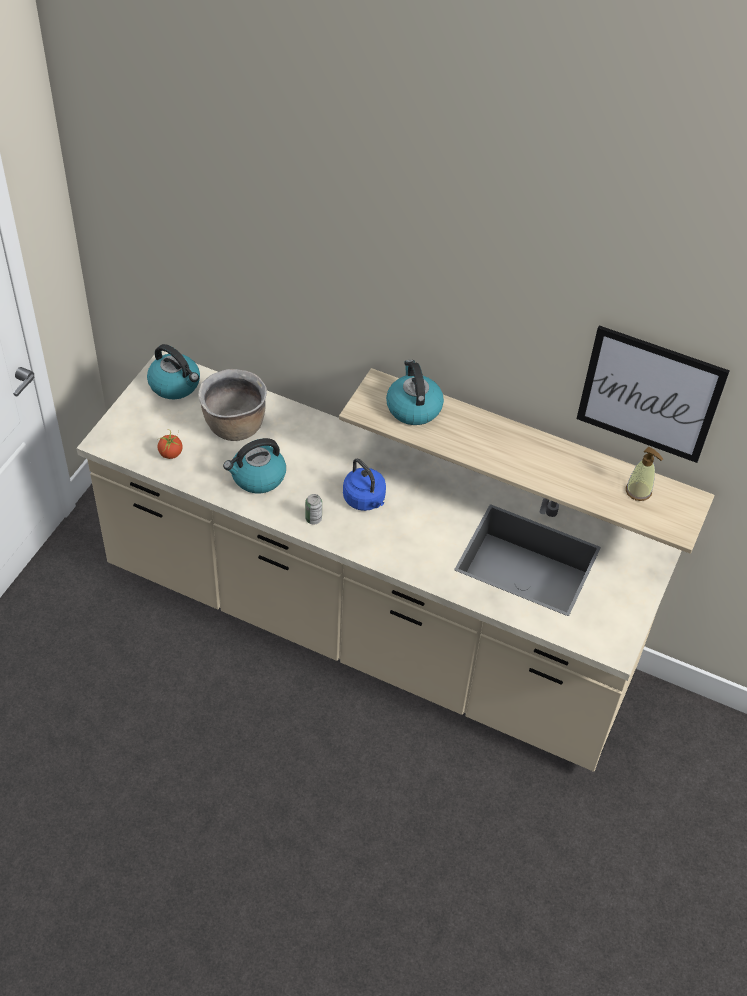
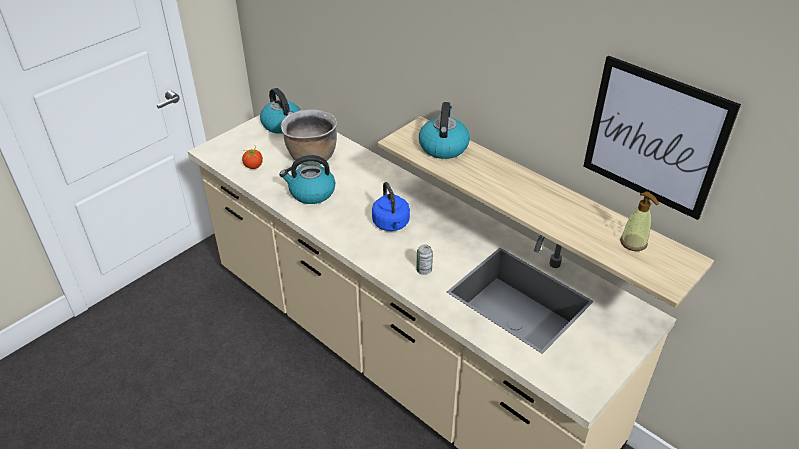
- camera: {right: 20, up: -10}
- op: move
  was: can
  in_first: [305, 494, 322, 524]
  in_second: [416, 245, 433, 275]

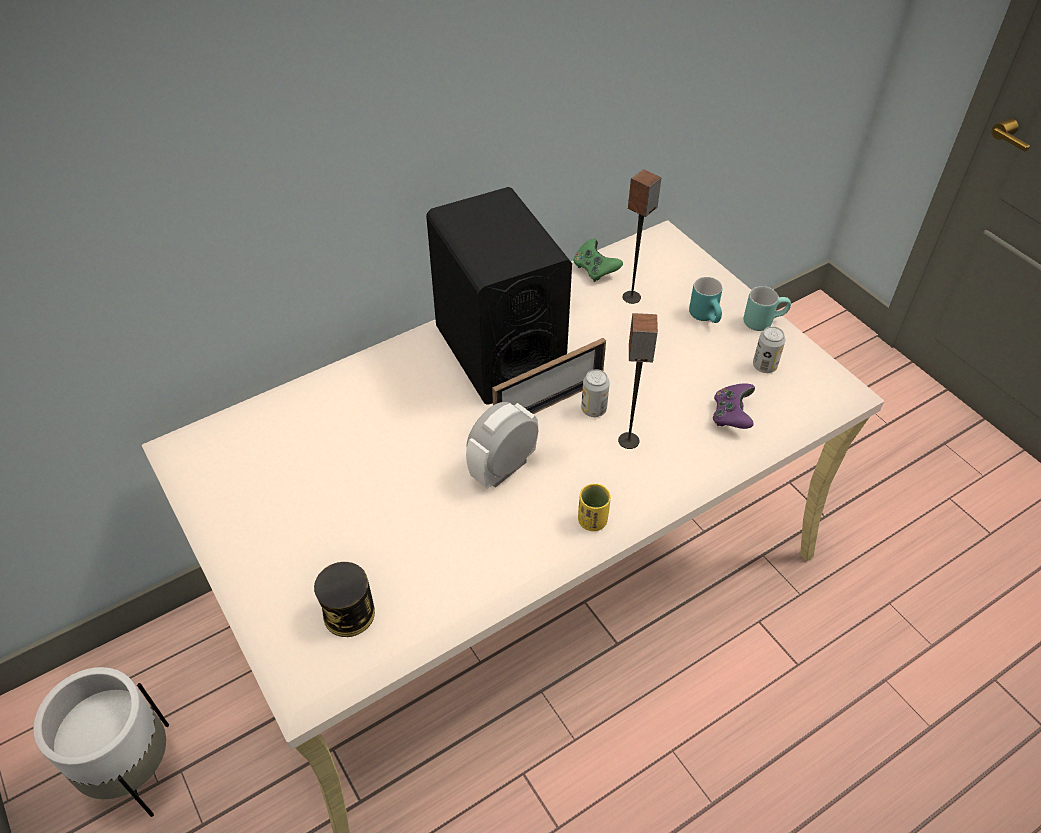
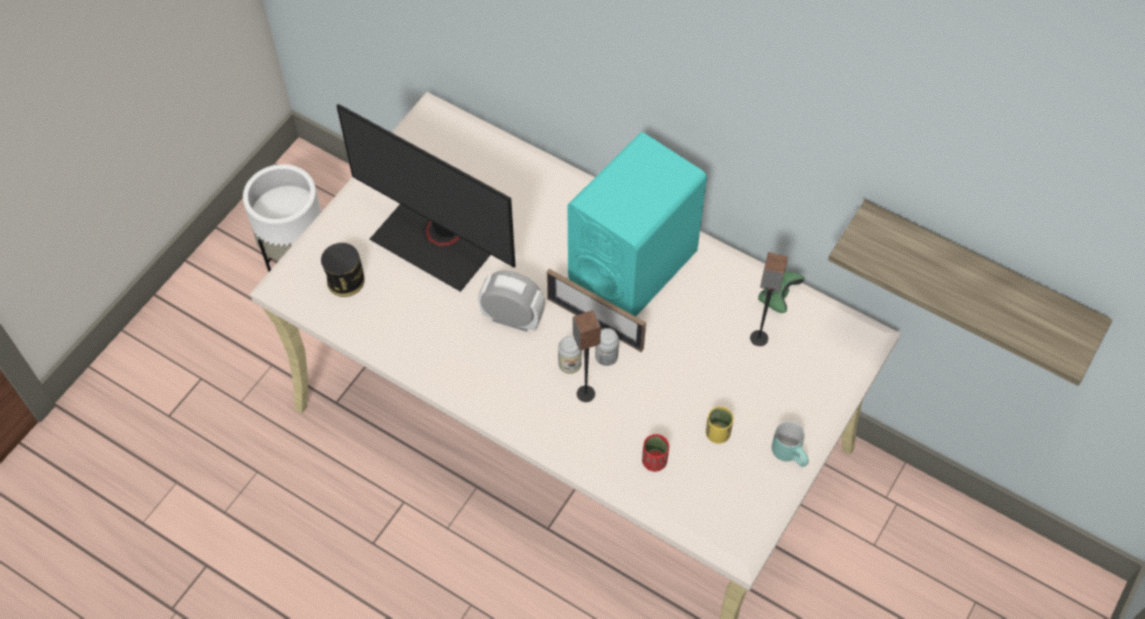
- camera: {right: 65, up: 10}
- op: recolor
  was: black-coloured speaker
  now: turquoise speaker
  in_first: [426, 187, 572, 404]
  in_second: [567, 132, 707, 317]
- op: move
  was: yellow small cup
  in_first: [578, 484, 611, 531]
  in_second: [706, 406, 734, 444]
- op: delete
  was: turquoise mug
  in_first: [689, 277, 722, 323]
- op: replace
  was: purple-coloured gamepad
  now: reddish small cup
  in_first: [713, 383, 755, 429]
  in_second: [642, 434, 669, 472]
- op: move
  was: can
  in_first: [753, 326, 785, 373]
  in_second: [558, 336, 582, 374]
- op: insert
  now: computer screen
  in_second: [336, 104, 516, 292]
- op: insert
  now: wall shelf
  in_second: [828, 200, 1112, 386]

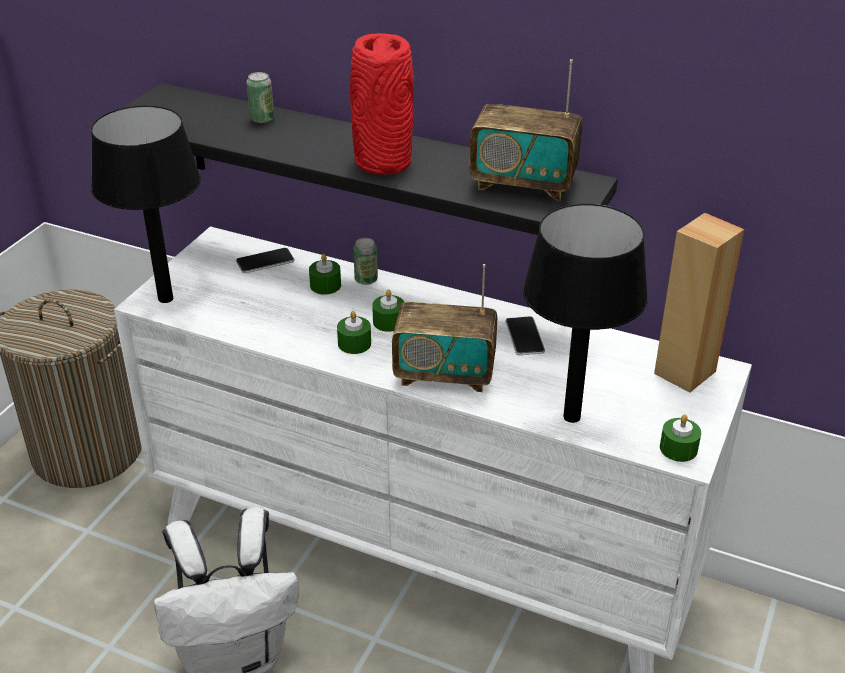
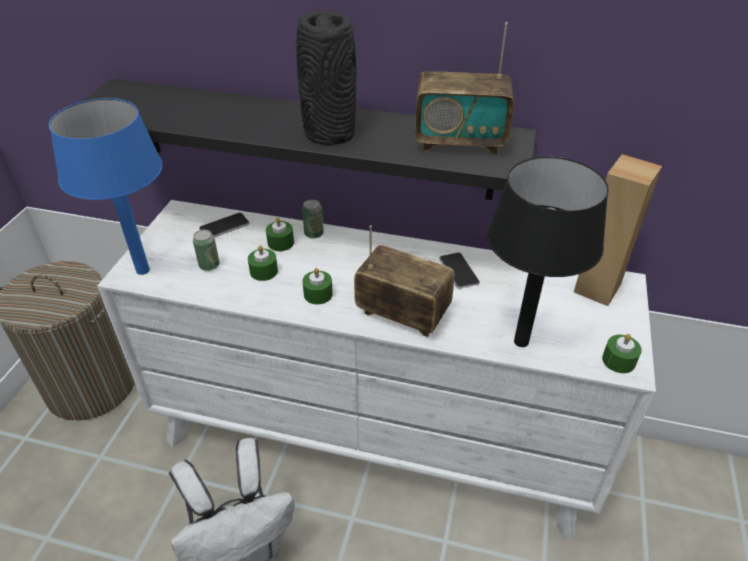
- camera: {right: -10, up: 5}
- op: recolor
  was: black-coloured table lamp
  now: bluish table lamp
  in_first: [91, 105, 201, 303]
  in_second: [49, 98, 163, 275]
- op: move
  was: can
  in_first: [247, 72, 274, 123]
  in_second: [193, 230, 220, 271]
- op: recolor
  was: reddish vase
  now: black-coloured vase
  in_first: [350, 33, 414, 175]
  in_second: [296, 11, 356, 145]
- op: move
  was: green-coloured wax light
  in_first: [372, 289, 404, 332]
  in_second: [248, 245, 278, 281]
- op: rotate
  was: radio receiver
  in_first: [392, 264, 497, 392]
  in_second: [354, 225, 455, 337]
  clockwise: -150

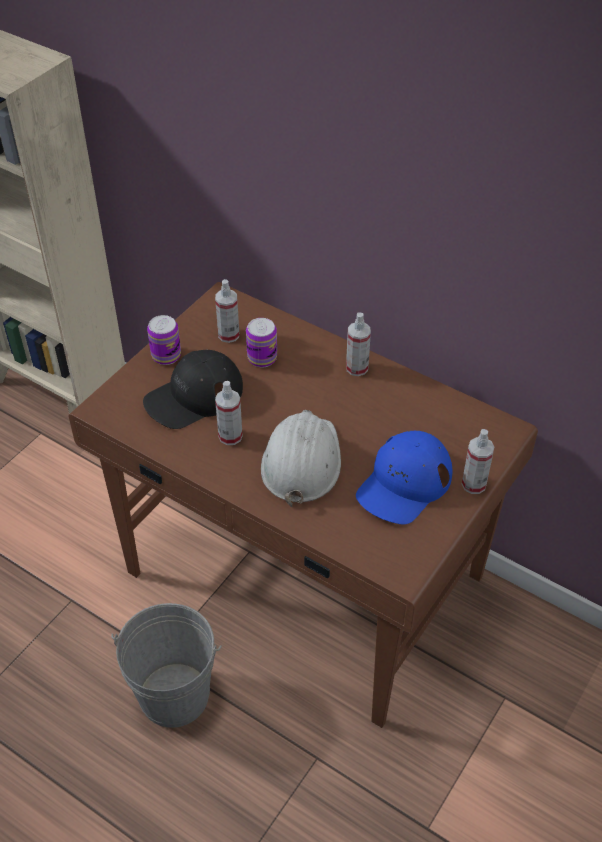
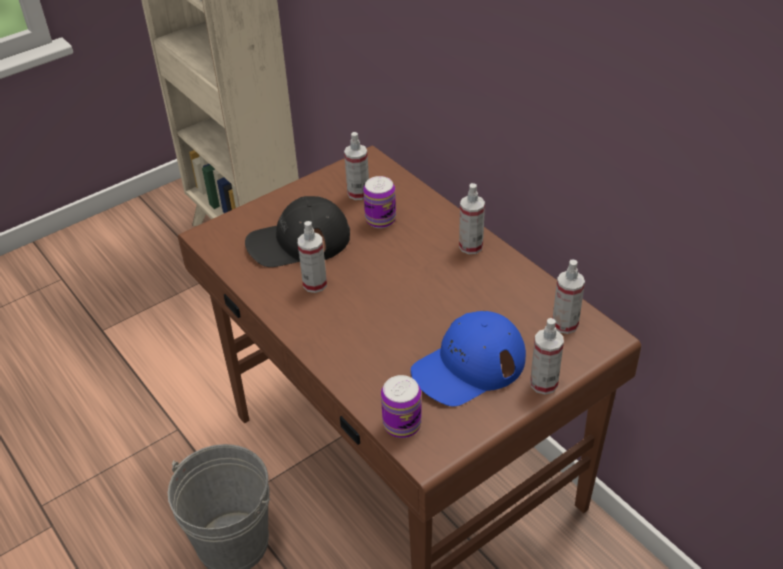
- camera: {right: 20, up: -5}
- op: move
  was: can
  in_first: [147, 315, 181, 365]
  in_second: [381, 375, 422, 438]
- op: delete
  was: white-coloured hard hat
  in_first: [261, 410, 341, 507]
- op: insert
  now: spray bottle
  in_second: [553, 260, 585, 334]

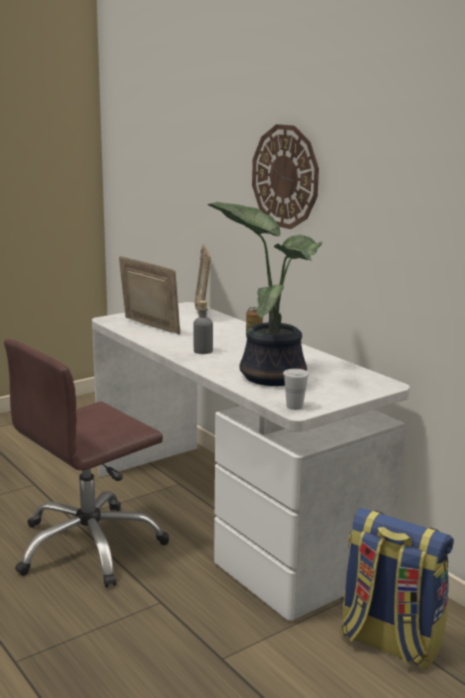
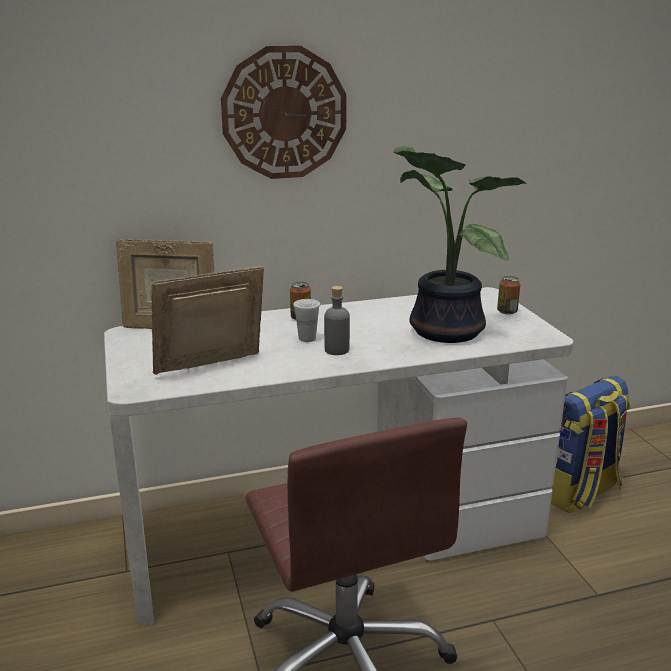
- camera: {right: -70, up: 5}
- op: move
  was: white-coloured small cup
  in_first: [283, 369, 309, 410]
  in_second: [293, 299, 320, 342]
- op: insert
  now: can
  in_second: [497, 276, 520, 315]

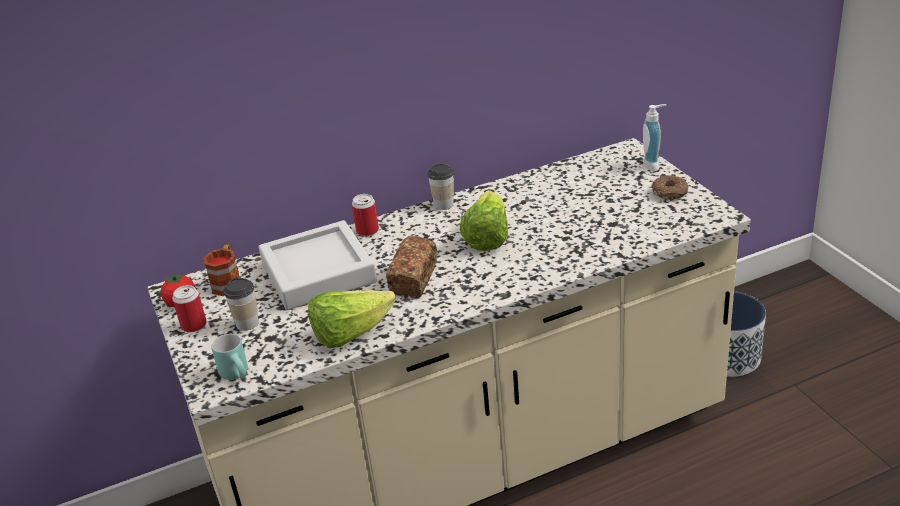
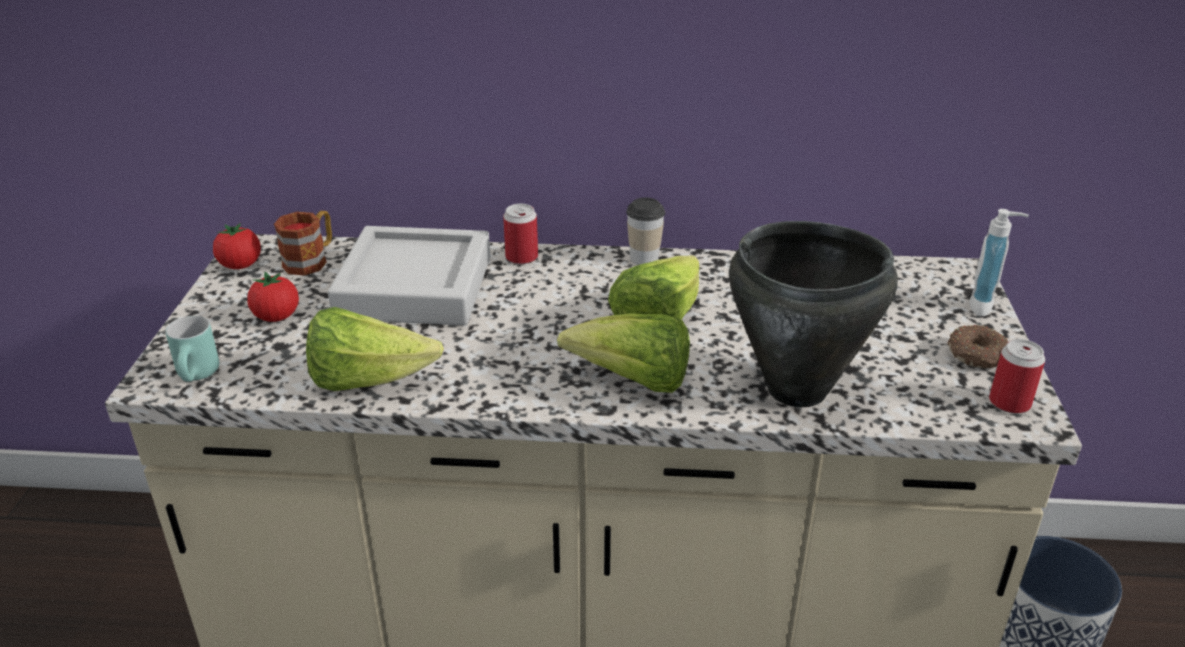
- camera: {right: 25, up: 0}
- op: move
  was: can
  in_first: [172, 285, 207, 332]
  in_second: [989, 339, 1045, 414]
- op: replace
  was: small cup
  now: fresh tomato
  in_first: [224, 278, 259, 331]
  in_second: [247, 272, 299, 322]
- op: delete
  was: baked bread
  in_first: [386, 236, 437, 297]
- op: insert
  now: lettuce head
  in_second: [557, 314, 690, 393]
- op: insert
  now: black-coloured saucepot
  in_second: [729, 221, 898, 407]

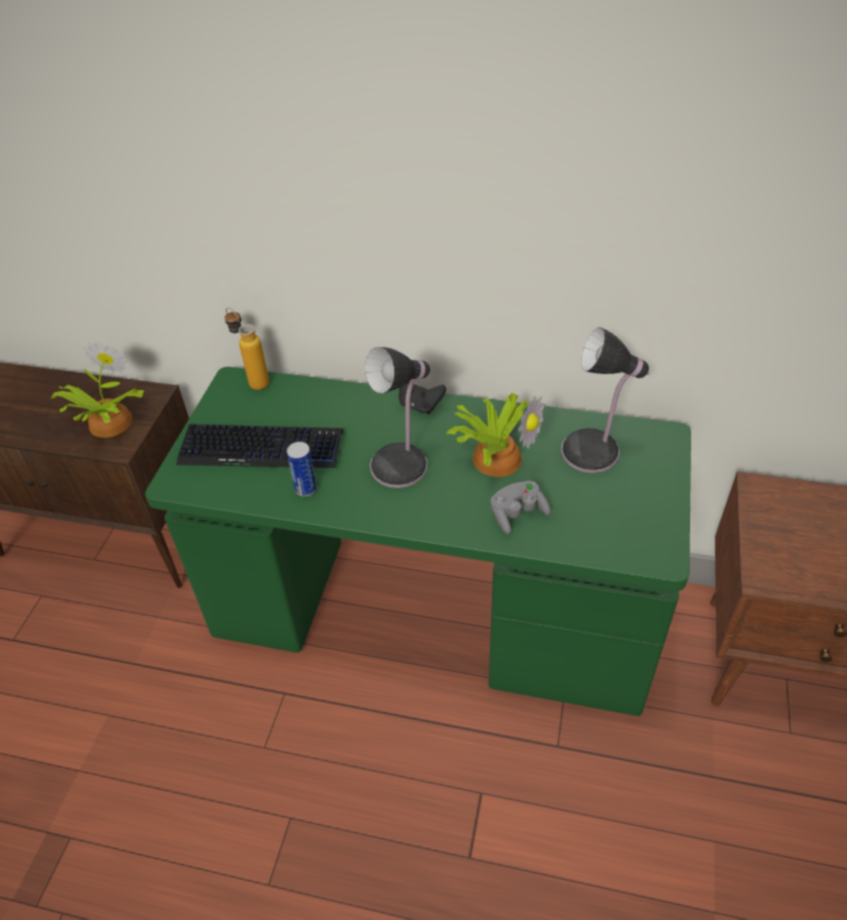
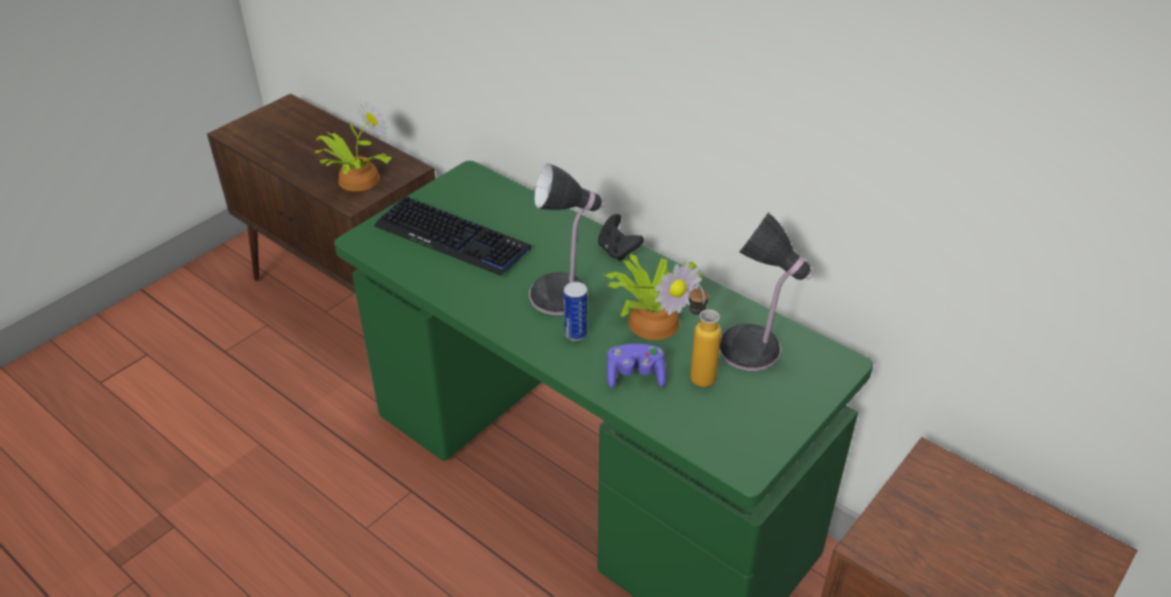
- camera: {right: 25, up: -5}
- op: move
  was: drink bottle
  in_first: [225, 307, 269, 390]
  in_second: [689, 283, 721, 387]
- op: move
  was: can
  in_first: [287, 442, 317, 497]
  in_second: [564, 282, 587, 342]
- op: recolor
  was: gray gamepad
  now: purple-coloured gamepad
  in_first: [490, 481, 551, 534]
  in_second: [607, 344, 666, 388]

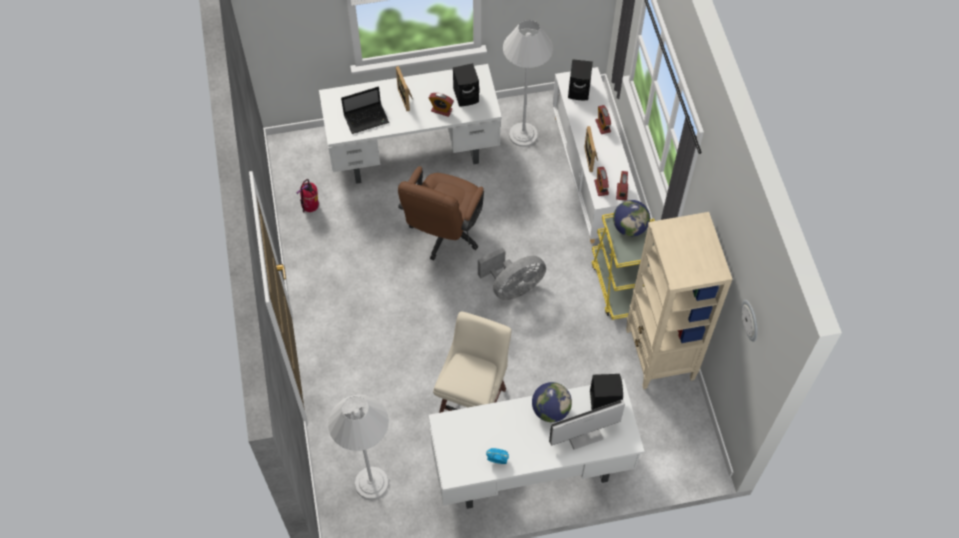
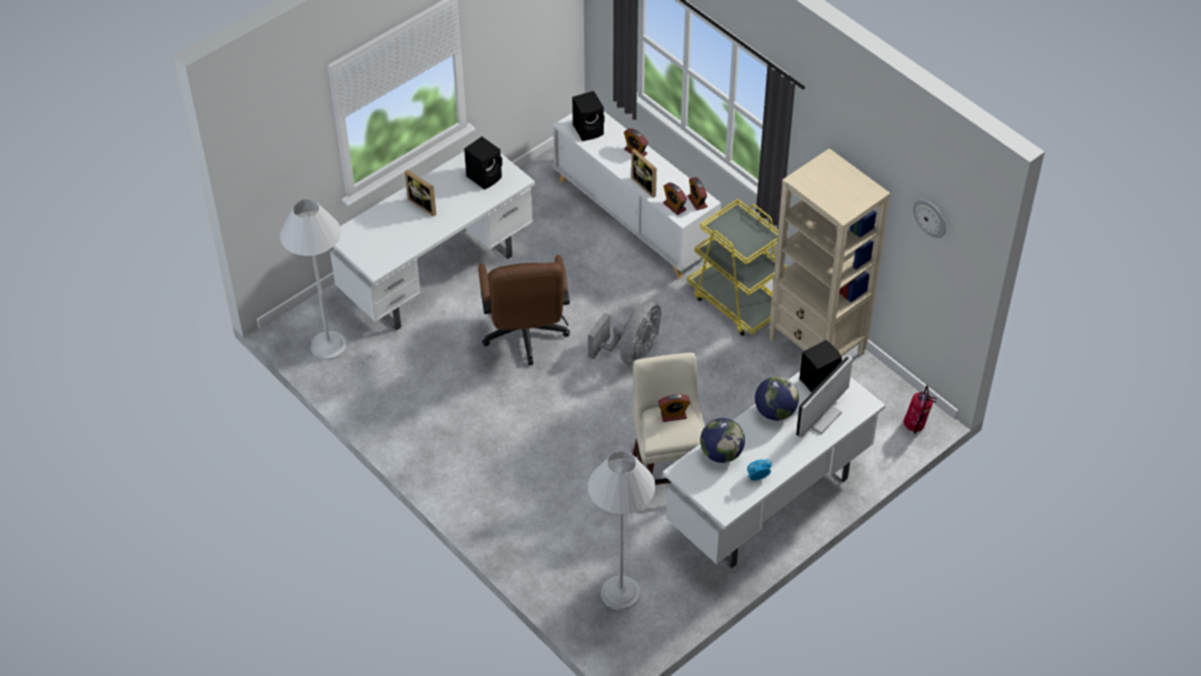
- camera: {right: -30, up: -10}
- op: move
  was: fire-fighting cylinder
  in_first: [297, 179, 319, 212]
  in_second: [904, 385, 937, 434]
- op: delete
  was: laptop
  in_first: [341, 87, 389, 134]
- op: move
  was: table clock
  in_first: [429, 93, 454, 117]
  in_second: [658, 394, 690, 422]
- op: move
  was: white-coloured floor lamp
  in_first: [503, 20, 553, 147]
  in_second: [280, 199, 347, 360]
- op: move
  was: world globe
  in_first: [613, 200, 650, 237]
  in_second: [700, 418, 745, 463]

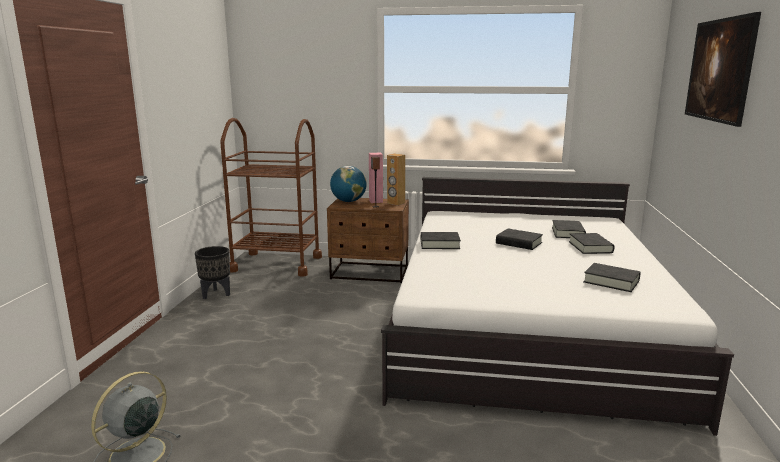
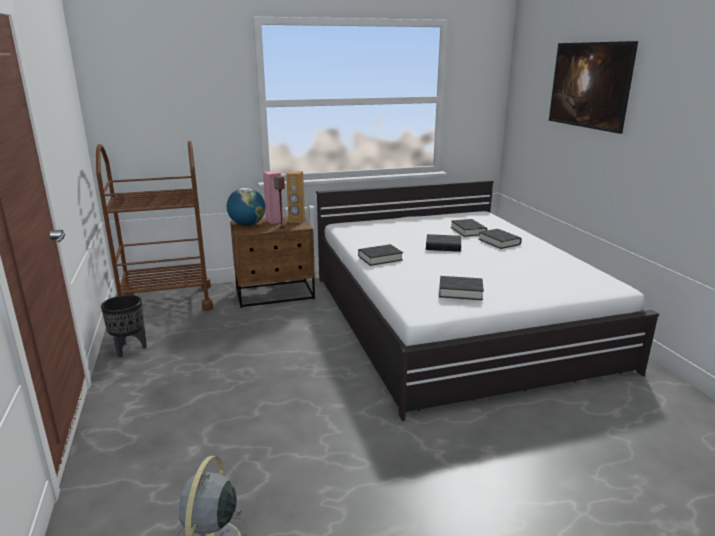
- camera: {right: -25, up: 5}
- op: move
  was: black-coloured volume
  in_first: [583, 263, 641, 292]
  in_second: [439, 276, 484, 300]

